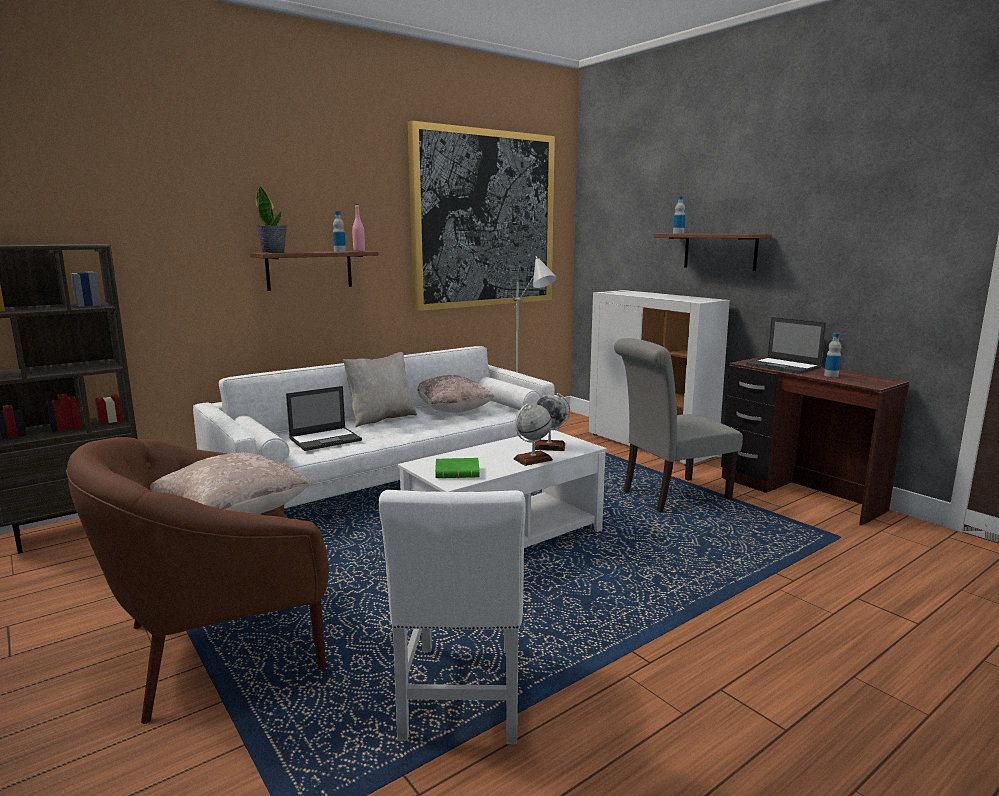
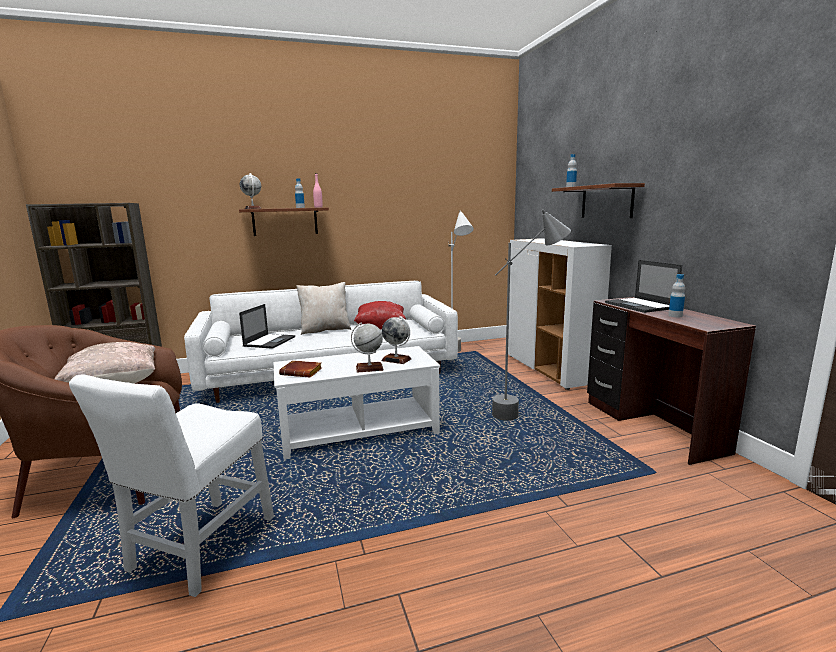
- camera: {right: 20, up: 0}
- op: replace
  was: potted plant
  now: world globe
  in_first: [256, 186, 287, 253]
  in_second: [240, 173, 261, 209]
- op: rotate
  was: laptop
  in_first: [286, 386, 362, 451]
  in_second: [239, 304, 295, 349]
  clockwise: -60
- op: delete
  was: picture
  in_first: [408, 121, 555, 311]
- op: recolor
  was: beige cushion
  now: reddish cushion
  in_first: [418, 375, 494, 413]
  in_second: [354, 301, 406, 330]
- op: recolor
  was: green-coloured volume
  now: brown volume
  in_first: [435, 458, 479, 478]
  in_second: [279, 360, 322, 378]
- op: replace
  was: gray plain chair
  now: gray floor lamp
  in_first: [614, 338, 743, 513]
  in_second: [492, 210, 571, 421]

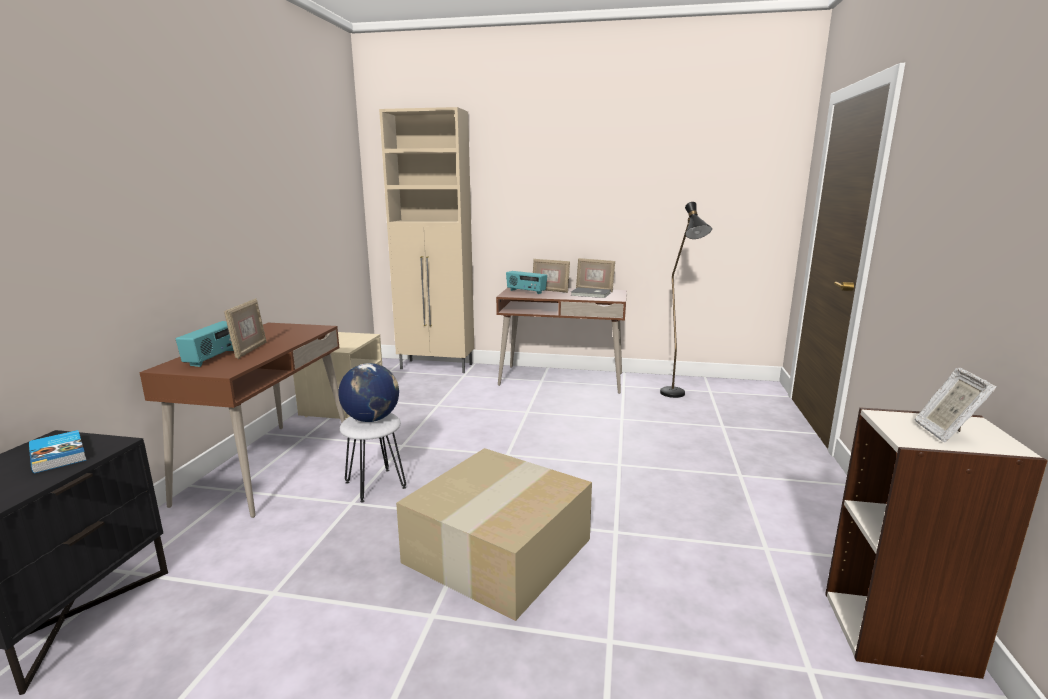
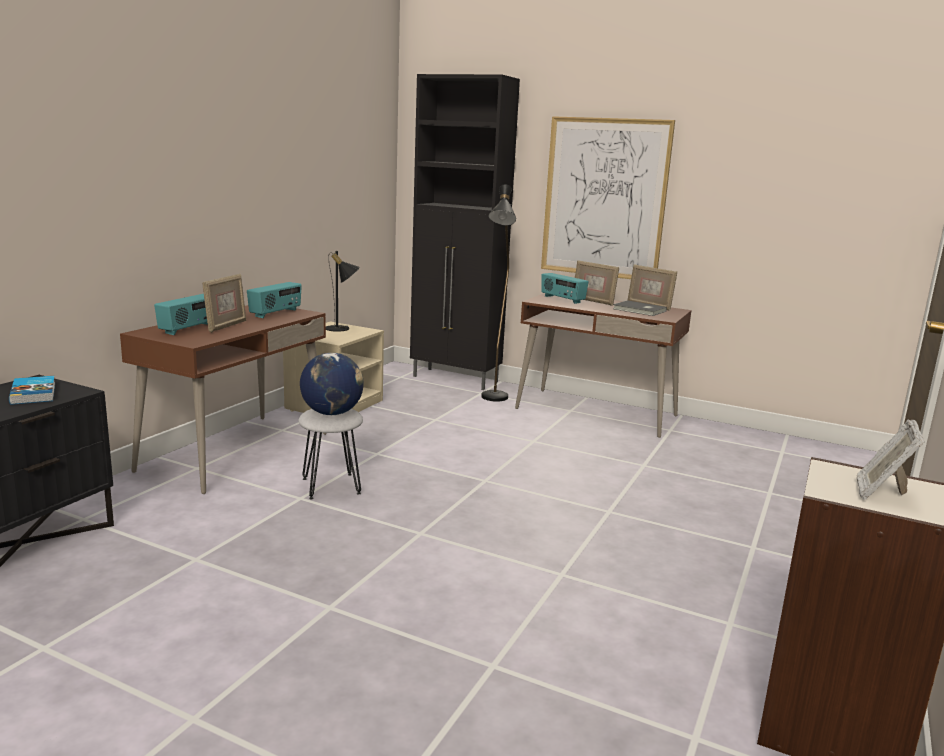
- camera: {right: 15, up: 0}
- op: recolor
  was: beige cabinet
  now: black-coloured cabinet
  in_first: [379, 107, 474, 373]
  in_second: [410, 74, 520, 390]
- op: delete
  was: carton
  in_first: [396, 448, 592, 621]
- op: move
  was: black-coloured floor lamp
  in_first: [660, 202, 712, 398]
  in_second: [481, 184, 516, 402]
- op: insert
  now: radio receiver
  in_second: [247, 282, 302, 318]
- op: insert
  now: black-coloured table lamp
  in_second: [326, 251, 360, 332]
- op: insert
  now: picture
  in_second: [541, 116, 675, 279]

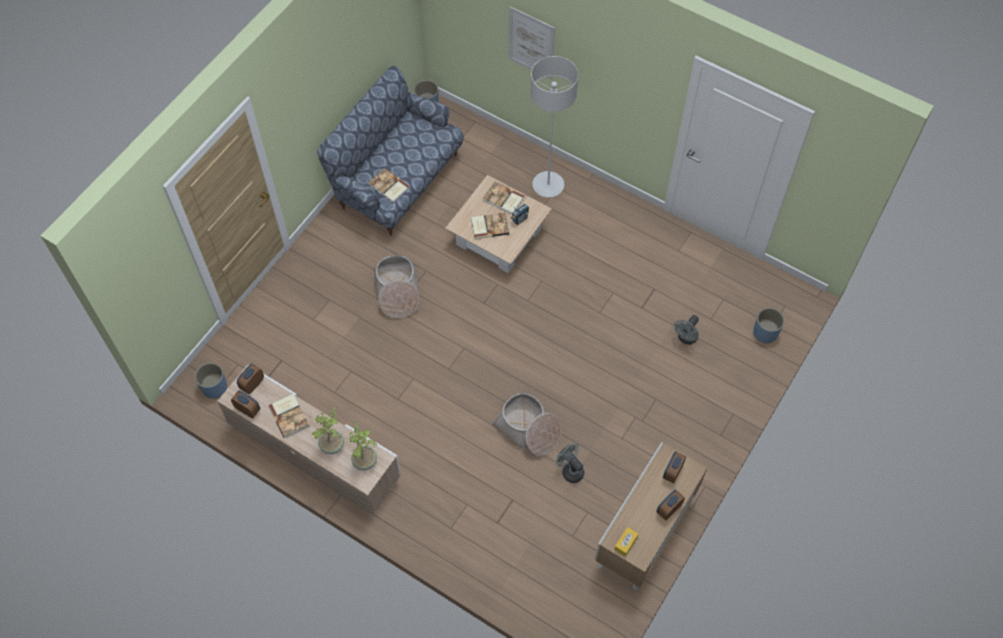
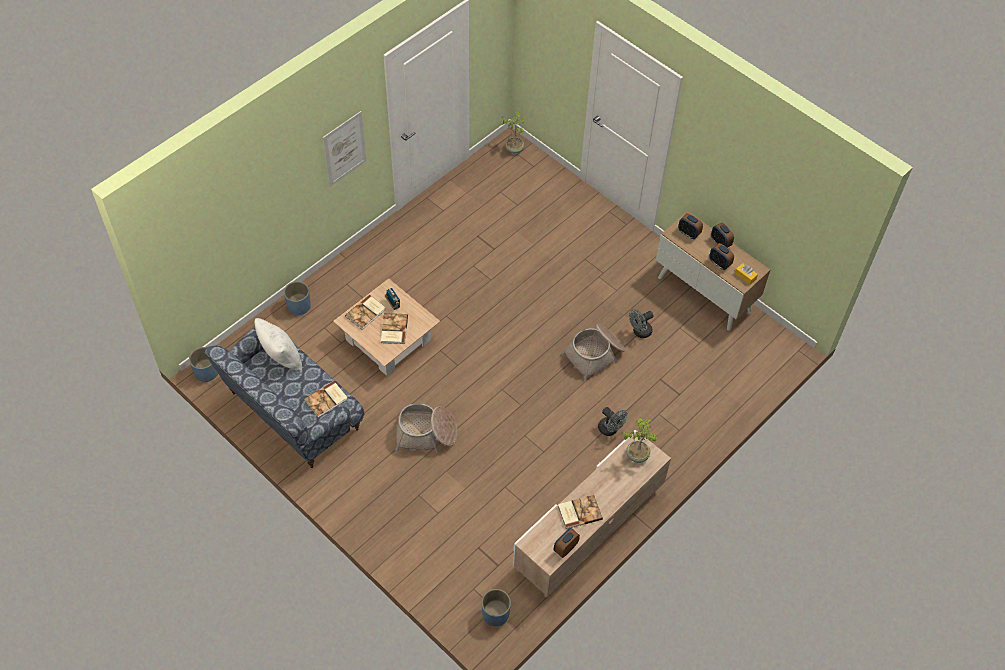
- camera: {right: -80, up: -5}
- op: move
  was: table clock
  in_first: [237, 364, 264, 394]
  in_second: [709, 243, 734, 270]
- op: move
  was: potted plant
  in_first: [312, 407, 344, 454]
  in_second: [502, 112, 527, 154]
- op: move
  was: picture
  in_first: [509, 6, 555, 80]
  in_second: [323, 111, 367, 187]
- op: delete
  was: gray floor lamp
  in_first: [531, 56, 578, 197]
- op: move
  was: gray fan
  in_first: [674, 315, 699, 345]
  in_second: [598, 407, 628, 436]
- op: move
  was: bluish planter
  in_first: [753, 308, 785, 344]
  in_second: [284, 281, 311, 315]
- op: insert
  now: white-coloured cushion
  in_second: [254, 318, 302, 371]

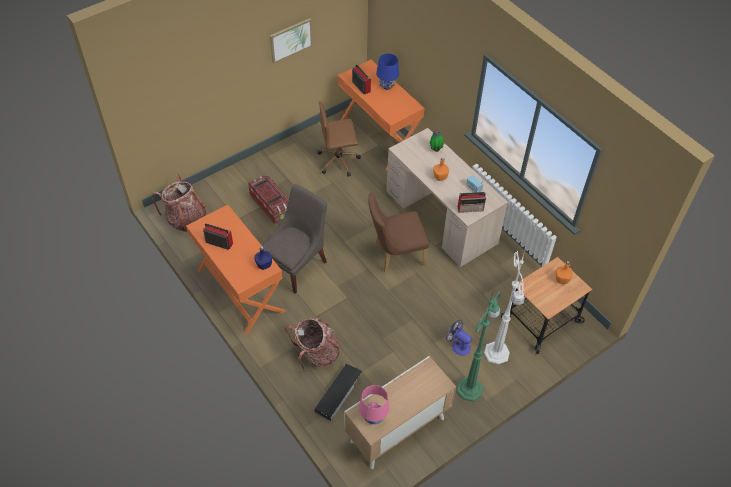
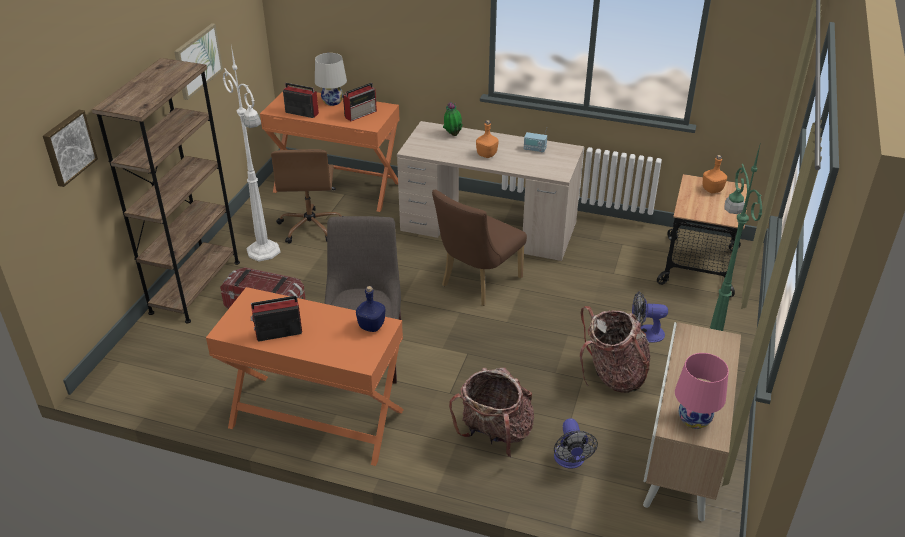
- camera: {right: -35, up: -15}
- op: move
  was: rucksack
  in_first: [152, 174, 206, 232]
  in_second: [580, 306, 650, 393]
- op: replace
  was: black-coloured storage bin
  now: fan
  in_first: [315, 364, 362, 421]
  in_second: [554, 418, 598, 469]
- op: rotate
  was: brown computer chair
  in_first: [317, 101, 361, 177]
  in_second: [271, 149, 341, 244]
  clockwise: -45
- op: recolor
  was: bluish table lamp
  now: white-coloured table lamp
  in_first: [376, 53, 399, 90]
  in_second: [315, 53, 347, 106]
- op: move
  was: radio receiver
  in_first: [458, 192, 486, 213]
  in_second: [343, 83, 377, 121]
- op: move
  was: white-coloured floor lamp
  in_first: [484, 251, 525, 364]
  in_second: [223, 46, 281, 262]
- op: insert
  now: picture
  in_second: [43, 110, 98, 187]
- op: insert
  now: brown bookcase
  in_second: [92, 58, 240, 323]

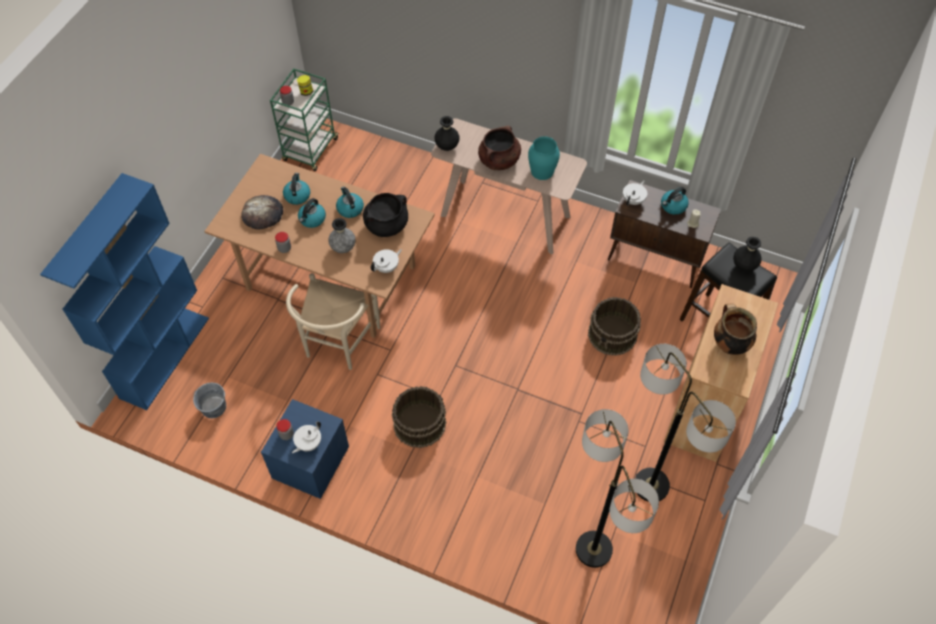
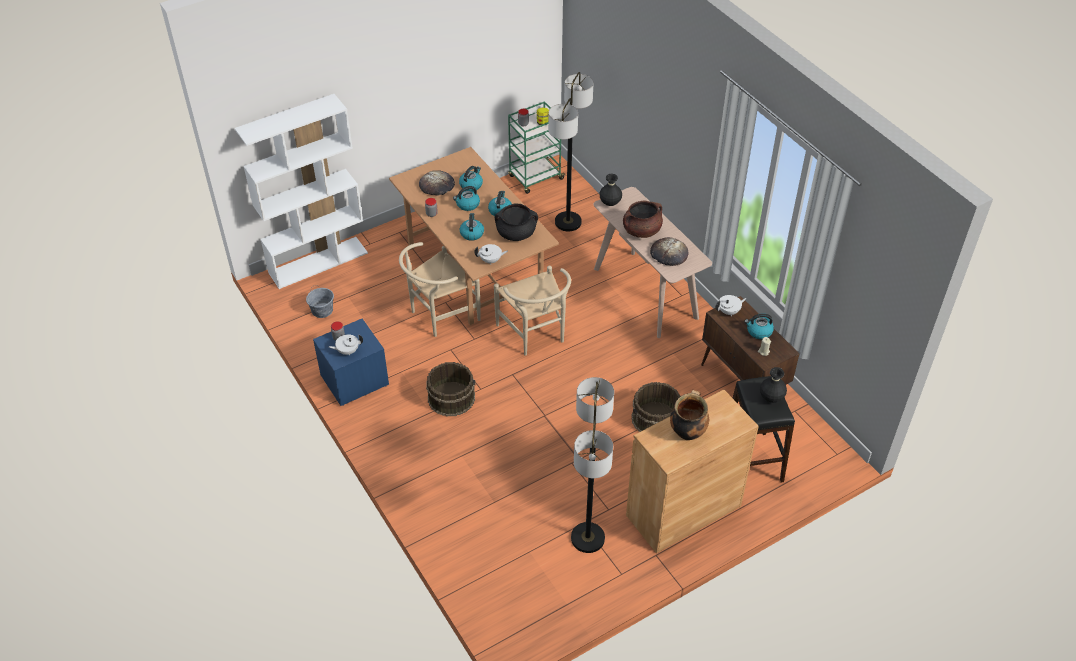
- camera: {right: 35, up: -10}
- op: recolor
  was: bluish bookcase
  now: white-coloured bookcase
  in_first: [40, 173, 209, 410]
  in_second: [235, 94, 368, 289]
- op: replace
  was: gray vase
  now: kettle
  in_first: [328, 218, 355, 253]
  in_second: [460, 213, 484, 241]
- op: replace
  was: turquoise vase
  now: baked bread
  in_first: [528, 136, 560, 180]
  in_second: [650, 237, 688, 266]
- op: move
  was: floor lamp
  in_first: [576, 409, 659, 568]
  in_second: [548, 72, 594, 232]
- op: insert
  now: beige plain chair
  in_second: [494, 266, 571, 356]

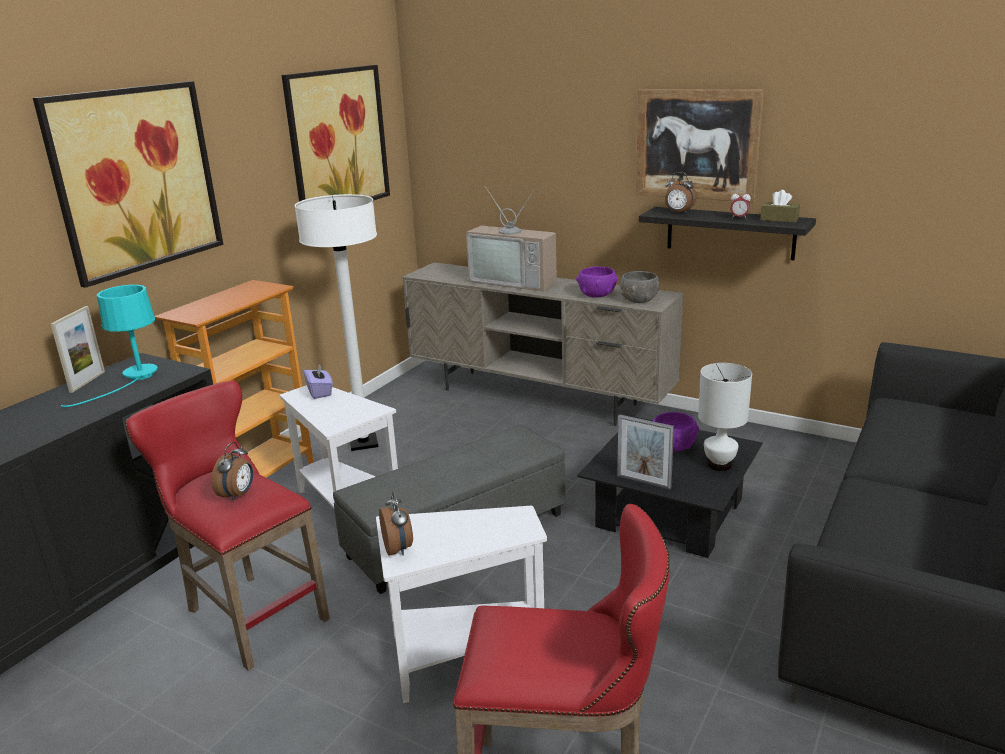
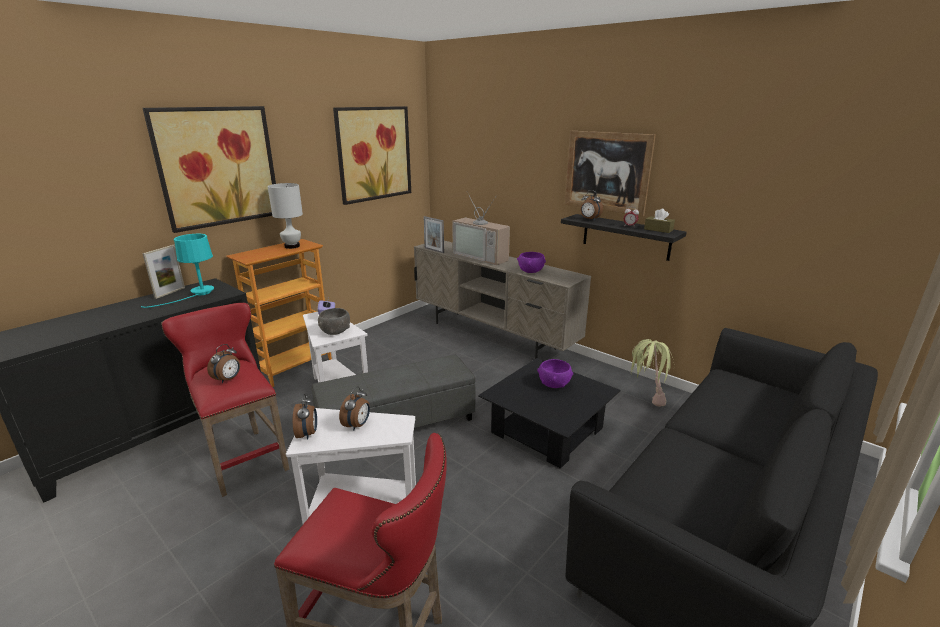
- camera: {right: 10, up: 0}
- op: delete
  was: white-coloured floor lamp
  in_first: [295, 194, 378, 451]
- op: move
  was: picture frame
  in_first: [617, 414, 674, 489]
  in_second: [424, 216, 444, 253]
- op: move
  was: gray deep dish
  in_first: [620, 271, 660, 303]
  in_second: [318, 308, 350, 335]
- op: move
  was: white-coloured table lamp
  in_first: [698, 363, 752, 471]
  in_second: [268, 183, 303, 249]
- op: insert
  now: table clock
  in_second: [339, 387, 370, 431]
- op: insert
  now: potted plant
  in_second: [631, 339, 675, 407]

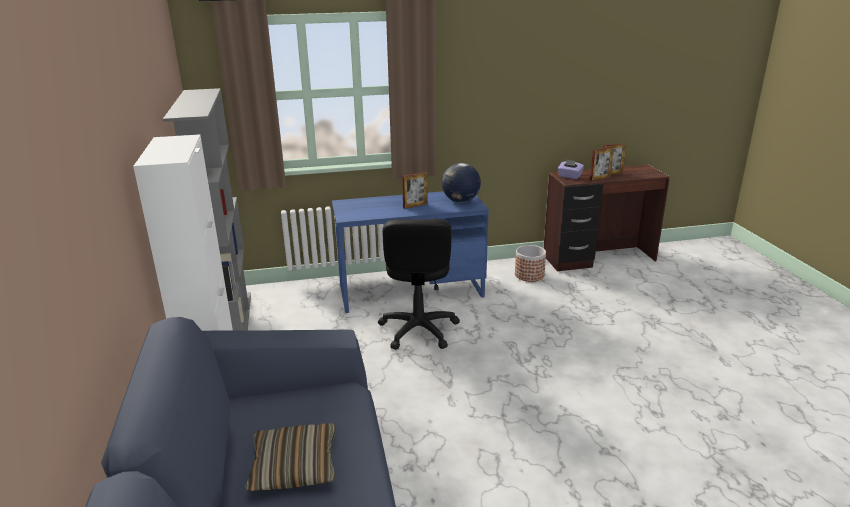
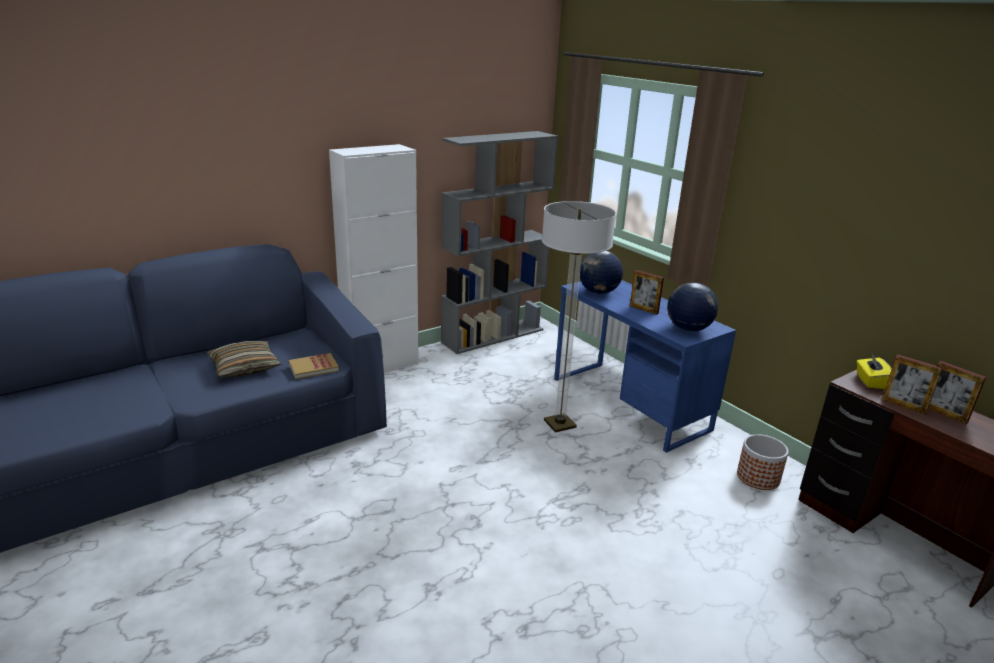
- camera: {right: 65, up: 0}
- op: replace
  was: black-coloured computer chair
  now: floor lamp
  in_first: [378, 219, 460, 350]
  in_second: [542, 201, 616, 432]
- op: recolor
  was: purple-coloured box of tissues
  now: yellow box of tissues
  in_first: [558, 159, 584, 179]
  in_second: [857, 354, 892, 389]
- op: insert
  now: volume
  in_second: [289, 353, 339, 379]
- op: insert
  now: world globe
  in_second: [580, 251, 623, 294]

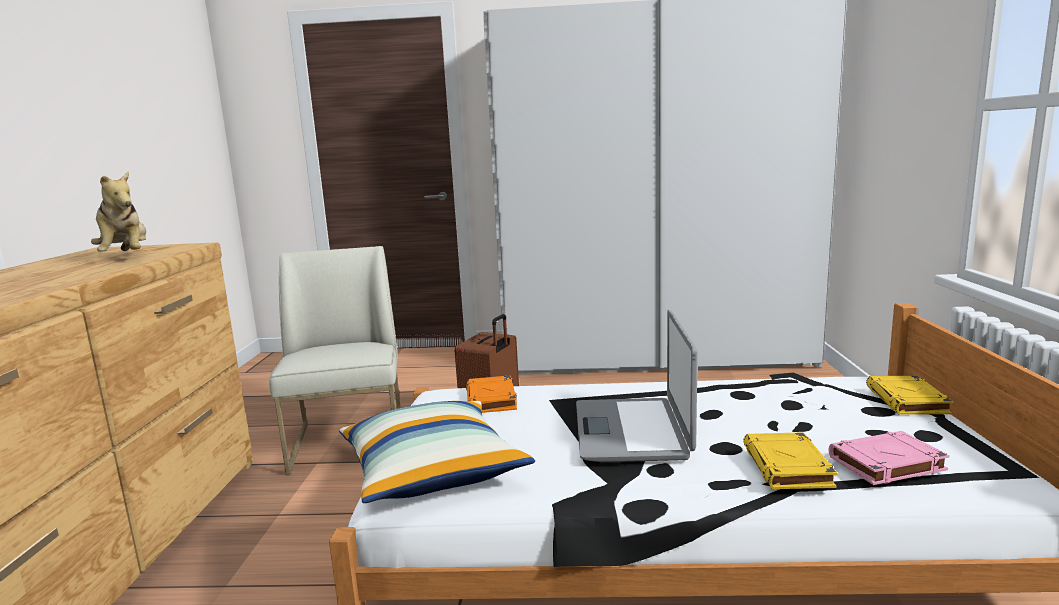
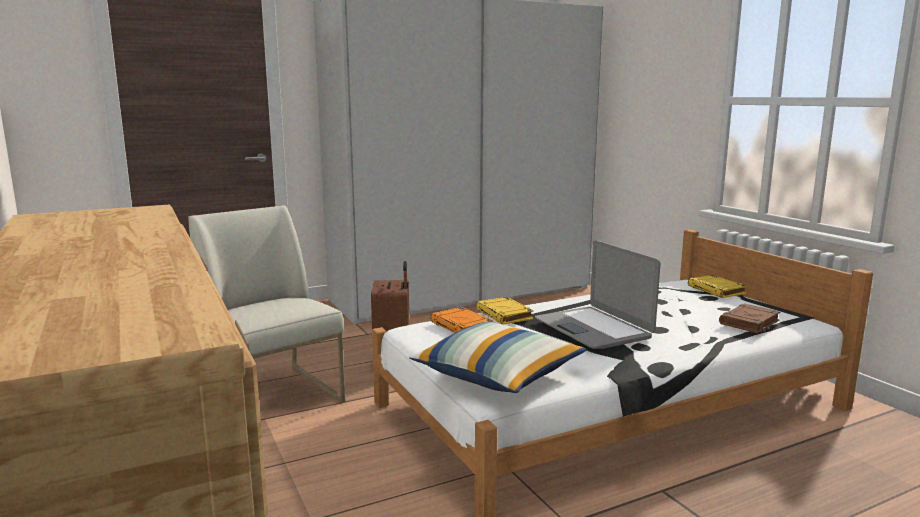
- camera: {right: -30, up: 0}
- op: delete
  was: plush toy
  in_first: [91, 171, 146, 251]
- op: move
  was: yellow volume
  in_first: [743, 432, 837, 489]
  in_second: [476, 297, 533, 325]
- op: recolor
  was: pink-coloured volume
  now: brown volume
  in_first: [828, 431, 950, 485]
  in_second: [719, 304, 780, 333]

